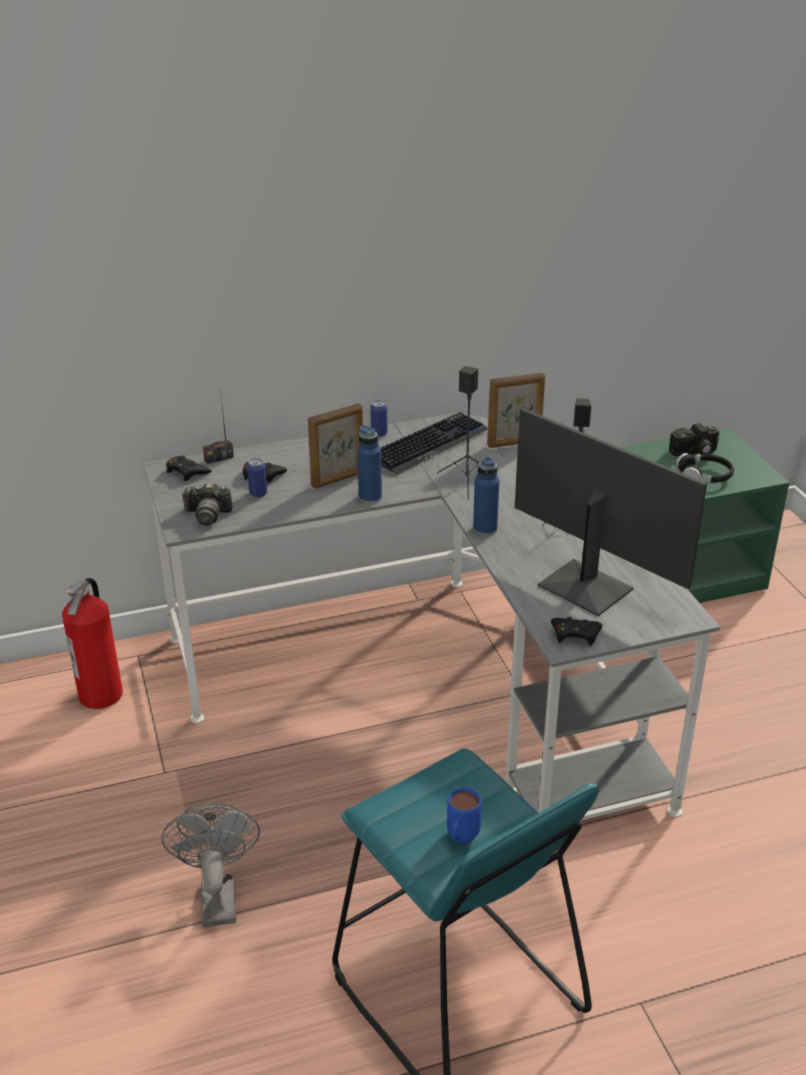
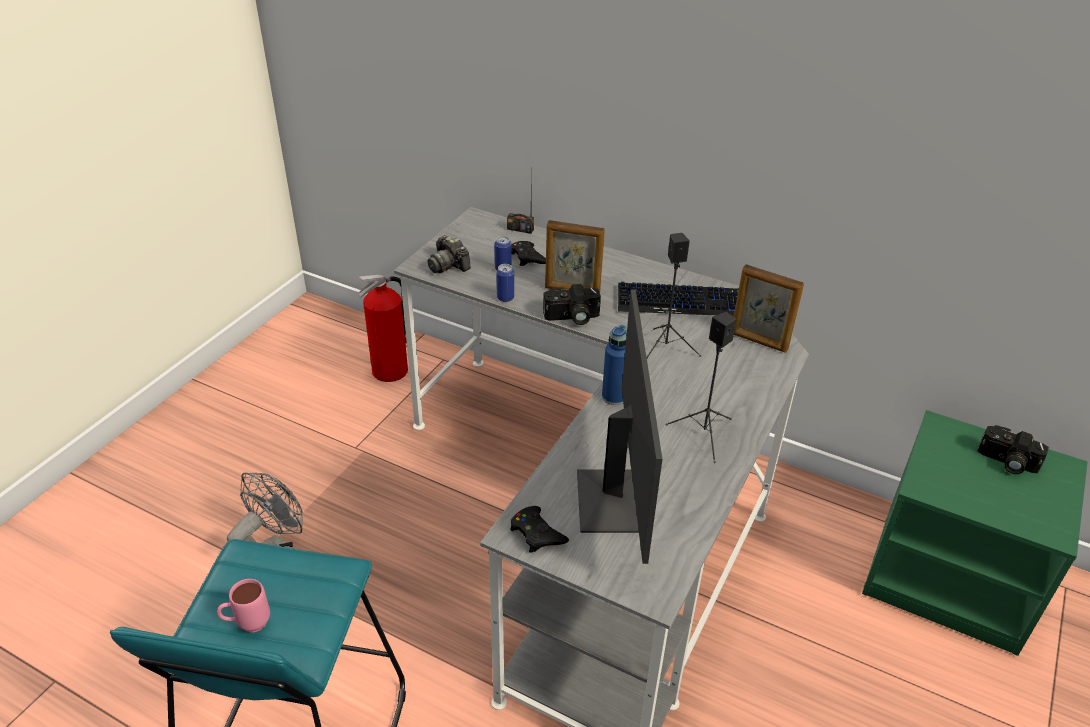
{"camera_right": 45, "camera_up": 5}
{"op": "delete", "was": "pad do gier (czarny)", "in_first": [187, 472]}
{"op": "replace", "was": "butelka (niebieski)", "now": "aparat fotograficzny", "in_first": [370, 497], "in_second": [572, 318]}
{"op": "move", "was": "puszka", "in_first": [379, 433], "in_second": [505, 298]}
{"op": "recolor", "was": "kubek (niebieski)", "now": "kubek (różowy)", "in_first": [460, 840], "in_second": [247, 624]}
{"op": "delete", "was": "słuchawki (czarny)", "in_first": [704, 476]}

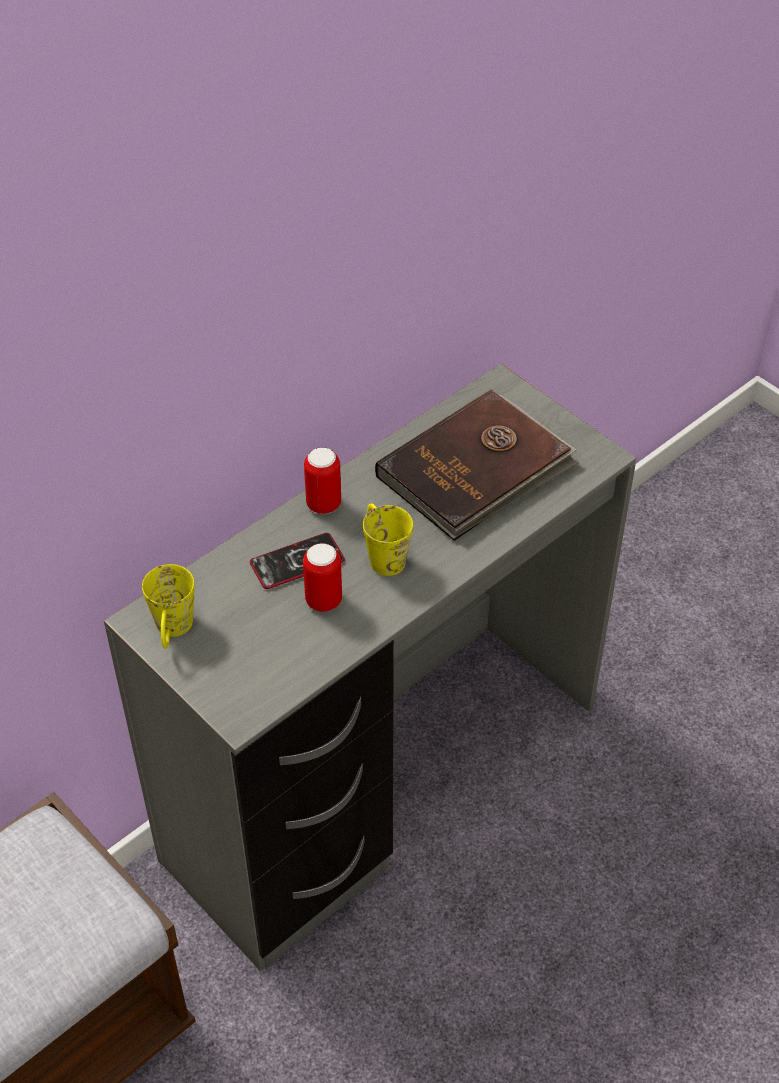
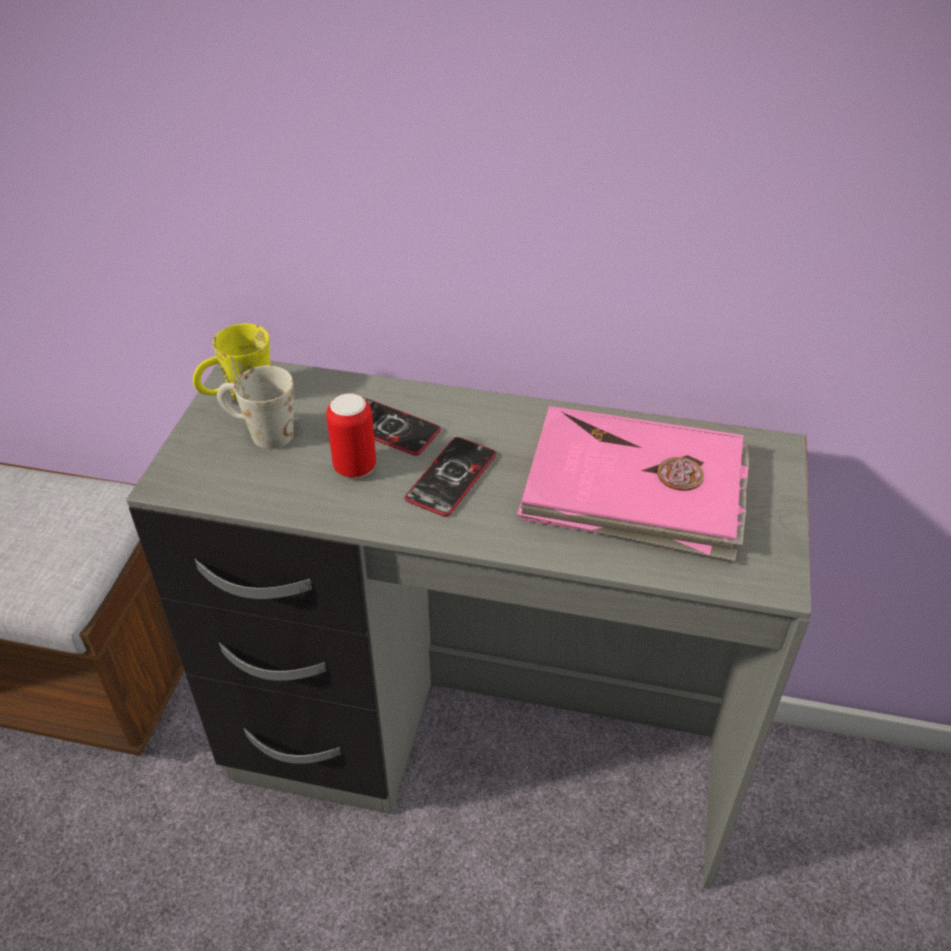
{"camera_right": 55, "camera_up": -5}
{"op": "delete", "was": "puszka", "in_first": [323, 504]}
{"op": "replace", "was": "kubek (żółty)", "now": "telefon", "in_first": [382, 554], "in_second": [451, 477]}
{"op": "recolor", "was": "książka (brązowy)", "now": "książka (różowy)", "in_first": [476, 470], "in_second": [635, 489]}
{"op": "insert", "now": "kubek (biały)", "in_second": [260, 433]}

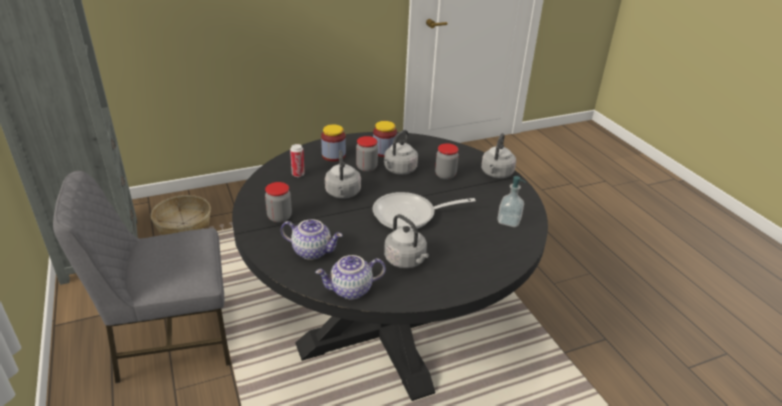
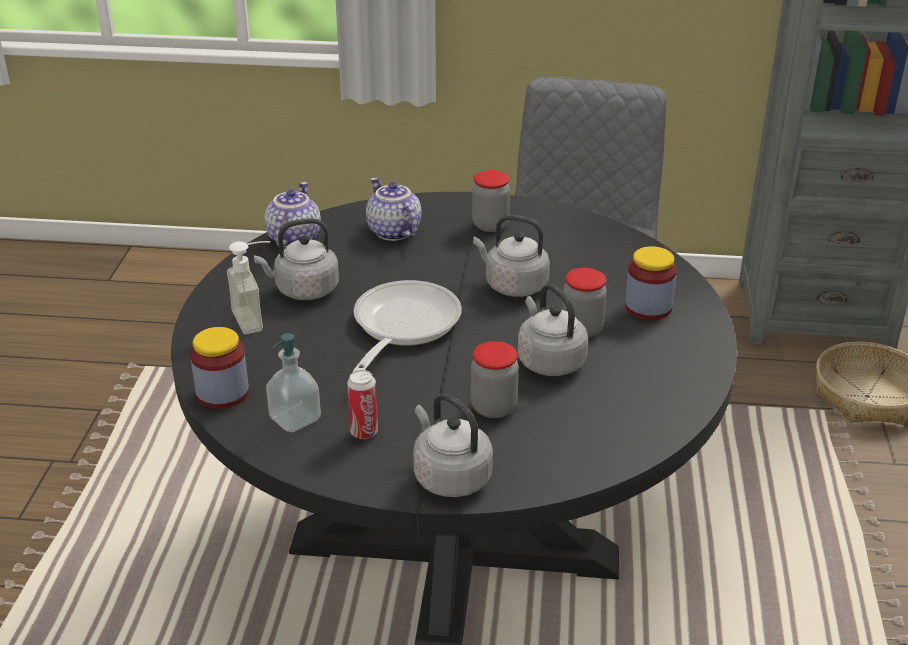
{"camera_right": 120, "camera_up": 0}
{"op": "rotate", "was": "imbryk", "in_first": [312, 251], "in_second": [392, 232], "clockwise": 105}
{"op": "move", "was": "puszka", "in_first": [298, 174], "in_second": [364, 432]}
{"op": "move", "was": "słoik", "in_first": [384, 151], "in_second": [222, 393]}
{"op": "insert", "now": "dozownik mydła", "in_second": [257, 318]}

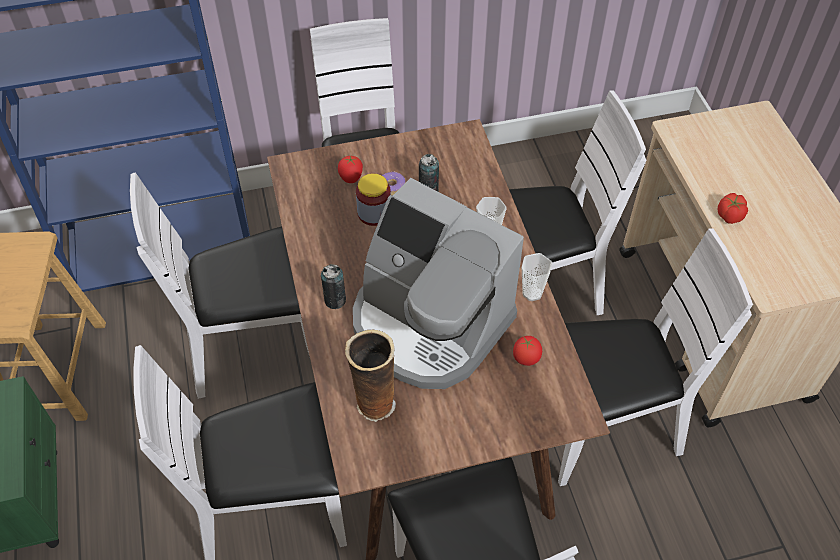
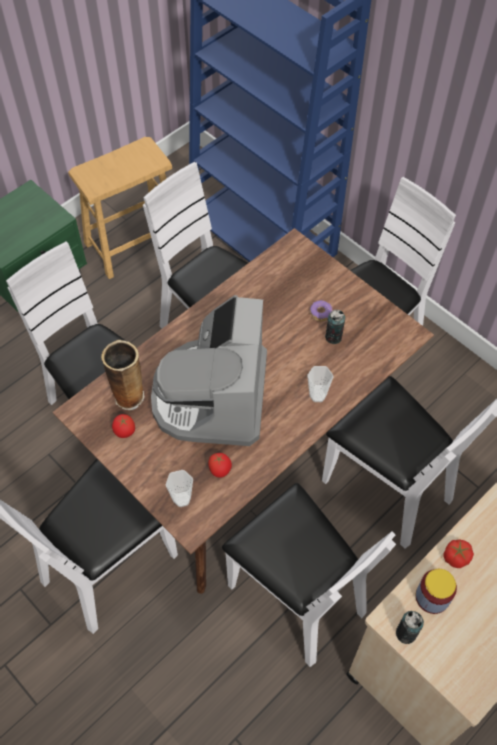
{"camera_right": 60, "camera_up": 5}
{"op": "move", "was": "puszka", "in_first": [335, 300], "in_second": [406, 633]}
{"op": "move", "was": "pomidor", "in_first": [351, 179], "in_second": [125, 432]}
{"op": "move", "was": "słoik", "in_first": [374, 213], "in_second": [432, 597]}
{"op": "move", "was": "filiżanka", "in_first": [532, 293], "in_second": [182, 499]}

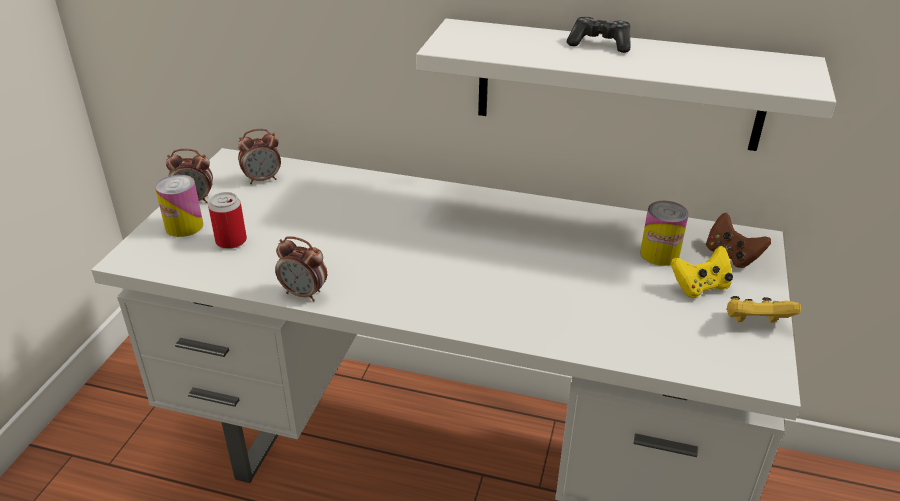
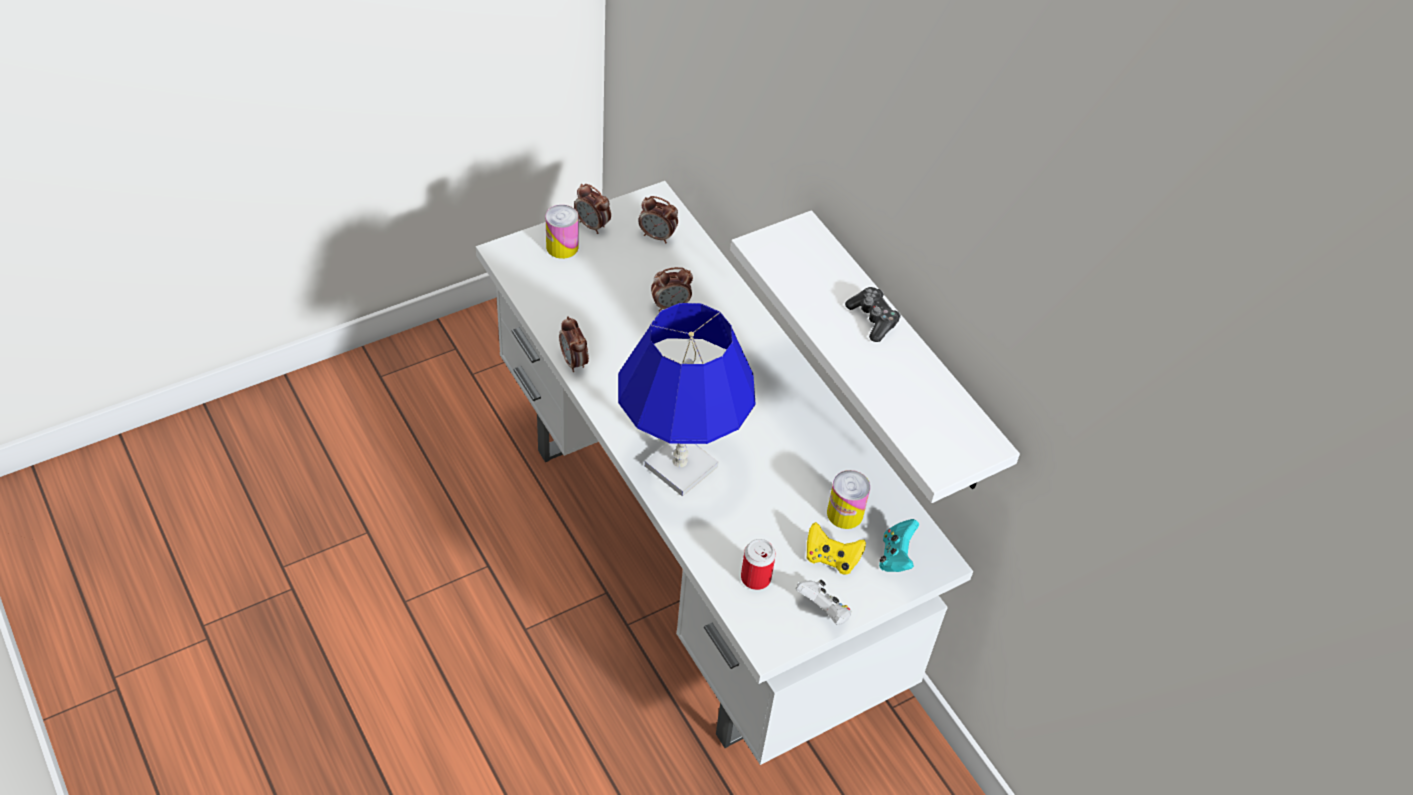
{"camera_right": 40, "camera_up": 15}
{"op": "move", "was": "puszka", "in_first": [231, 241], "in_second": [755, 578]}
{"op": "recolor", "was": "pad do gier (brązowy)", "now": "pad do gier (turkusowy)", "in_first": [731, 255], "in_second": [895, 556]}
{"op": "recolor", "was": "pad do gier (żółty)", "now": "pad do gier (biały)", "in_first": [755, 323], "in_second": [823, 611]}
{"op": "insert", "now": "lampa stołowa (niebieski)", "in_second": [680, 466]}
{"op": "insert", "now": "budzik", "in_second": [670, 306]}

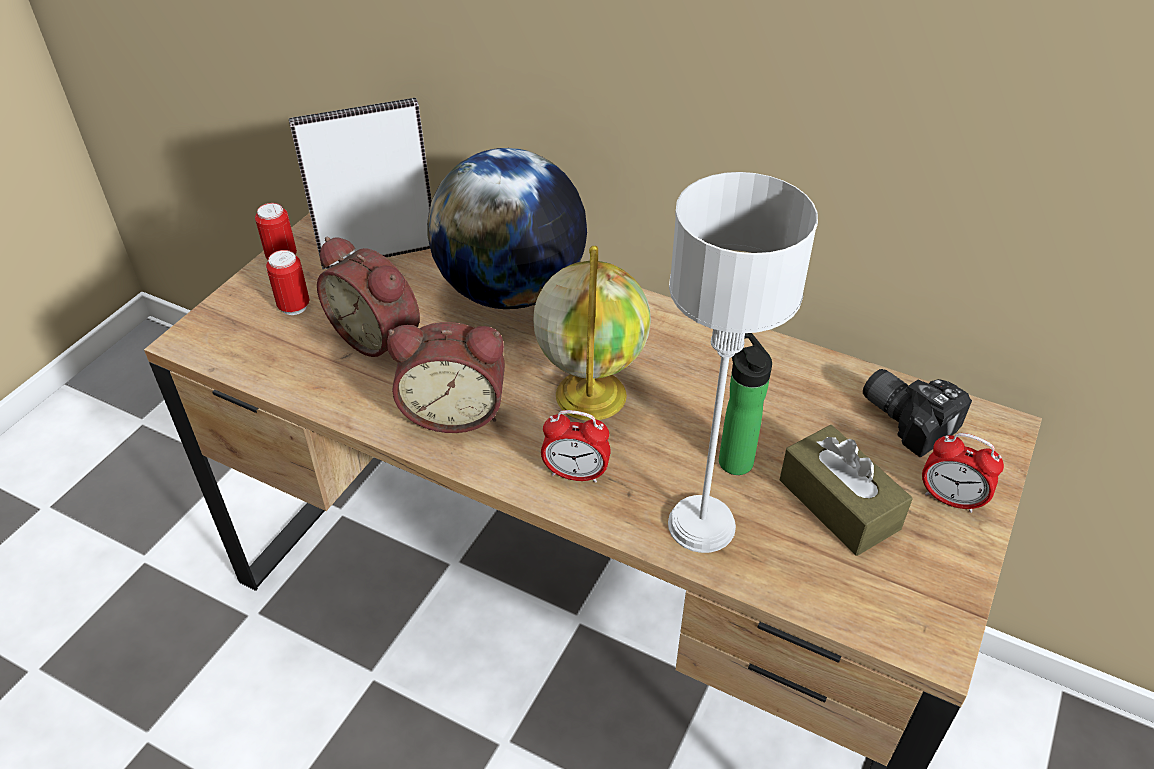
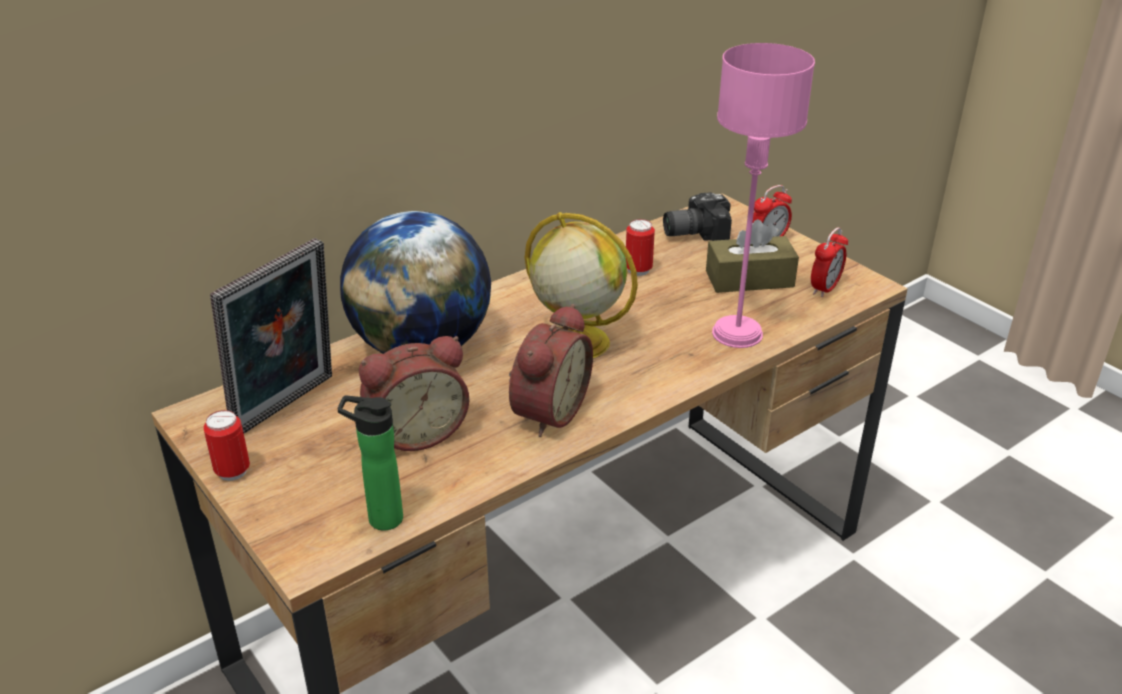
{"camera_right": -65, "camera_up": -10}
{"op": "move", "was": "puszka", "in_first": [294, 307], "in_second": [638, 270]}
{"op": "rotate", "was": "ramka na zdjęcie", "in_first": [378, 251], "in_second": [288, 407], "clockwise": -150}
{"op": "move", "was": "budzik", "in_first": [575, 474], "in_second": [825, 288]}
{"op": "recolor", "was": "lampa stołowa (szary)", "now": "lampa stołowa (różowy)", "in_first": [700, 524], "in_second": [736, 333]}
{"op": "move", "was": "butelka", "in_first": [733, 458], "in_second": [380, 518]}

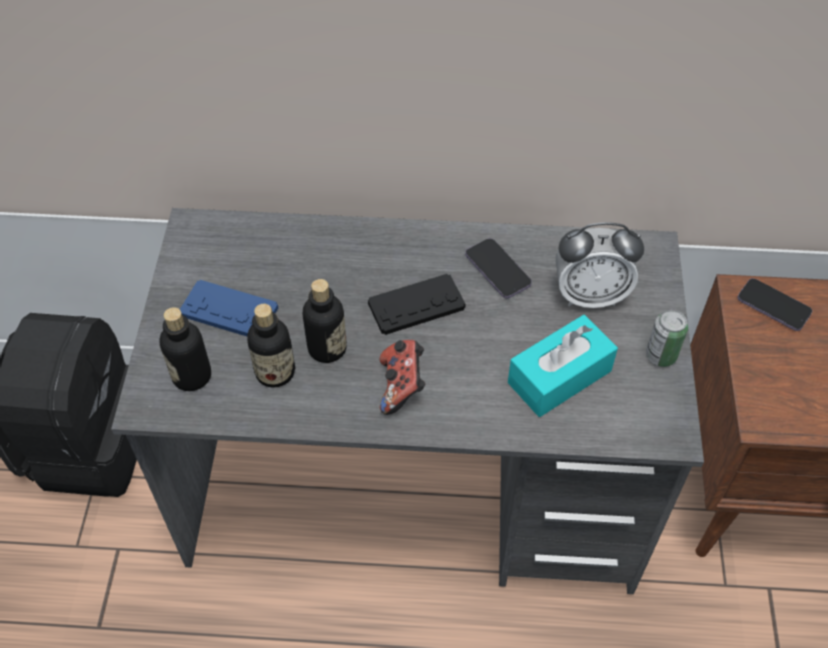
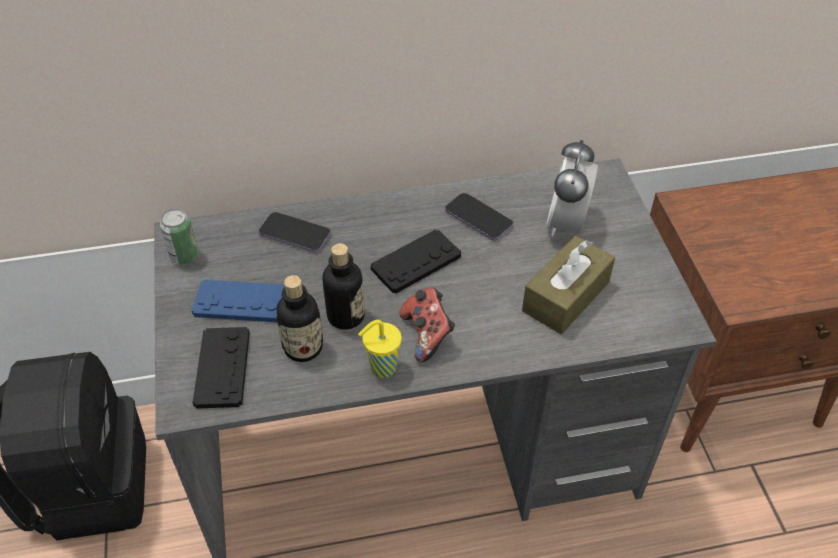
{"camera_right": -15, "camera_up": -5}
{"op": "replace", "was": "butelka", "now": "pad do gier (czarny)", "in_first": [192, 376], "in_second": [222, 368]}
{"op": "recolor", "was": "pudełko chusteczek (turkusowy)", "now": "pudełko chusteczek (brązowy)", "in_first": [559, 376], "in_second": [566, 296]}
{"op": "rotate", "was": "budzik", "in_first": [590, 295], "in_second": [566, 223], "clockwise": 120}
{"op": "move", "was": "puszka", "in_first": [661, 355], "in_second": [184, 256]}
{"op": "move", "was": "telefon", "in_first": [773, 306], "in_second": [295, 234]}
{"op": "insert", "now": "filiżanka (żółty)", "in_second": [381, 368]}

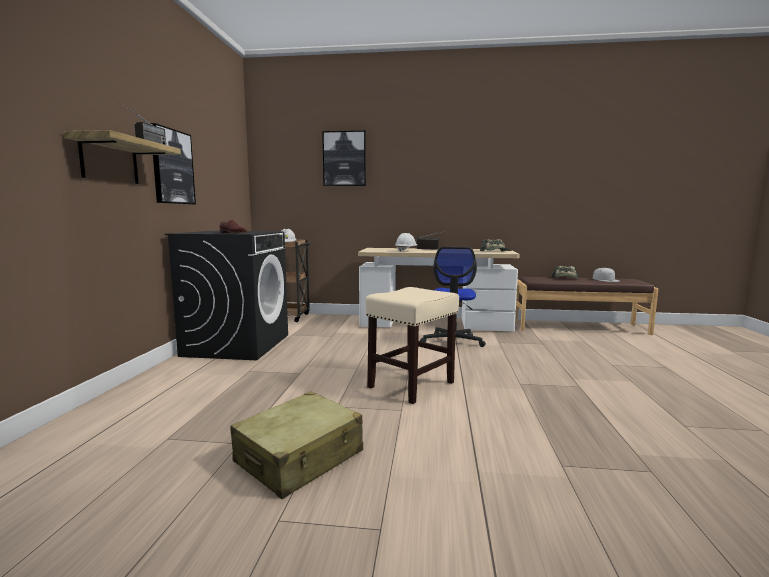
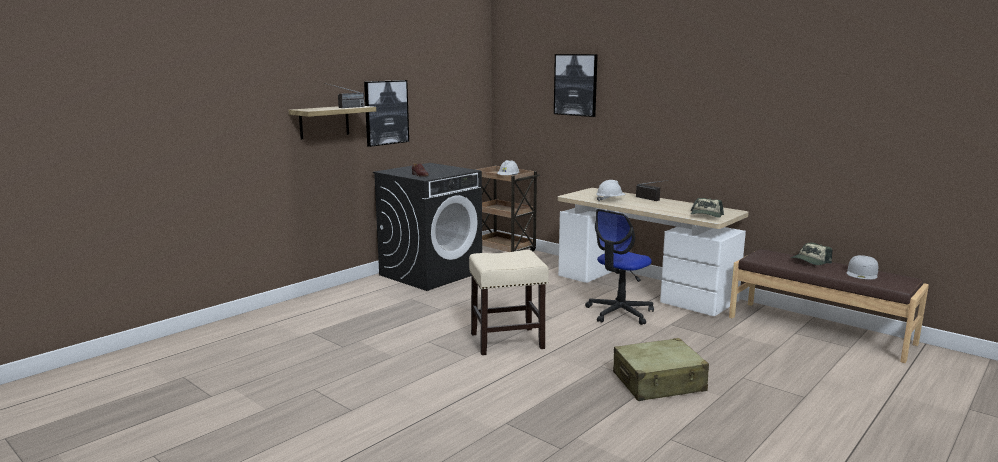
{"camera_right": 35, "camera_up": 5}
{"op": "move", "was": "walizka (beżowy)", "in_first": [300, 457], "in_second": [659, 382]}

